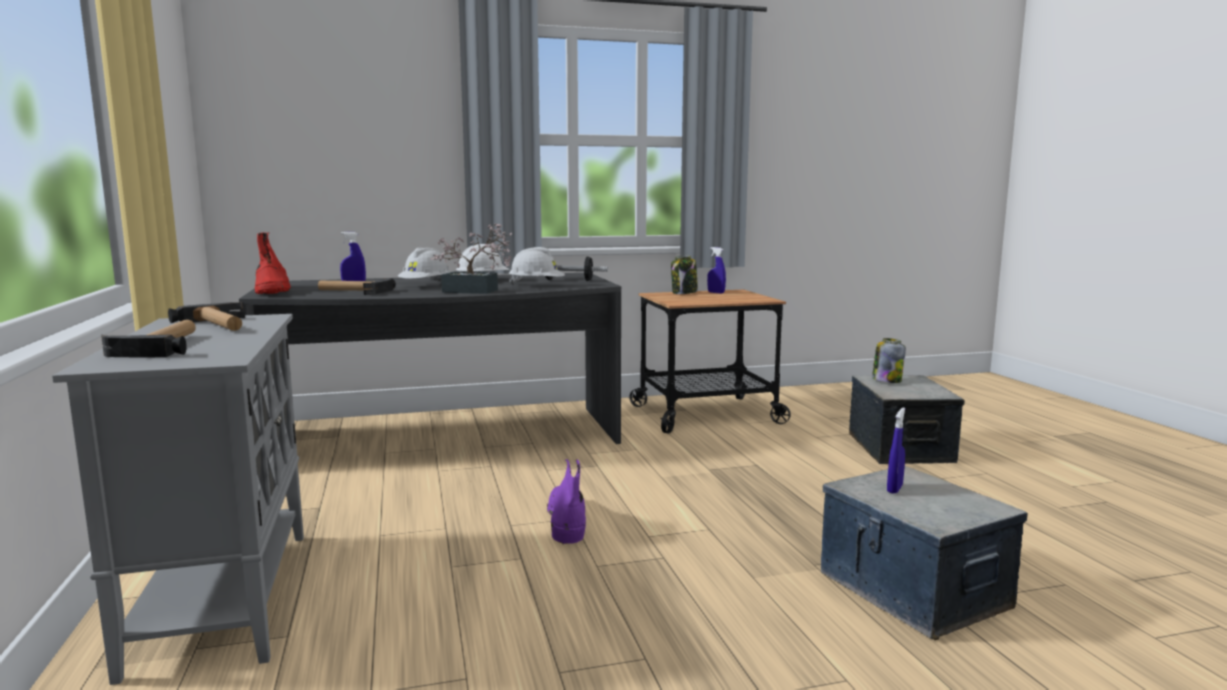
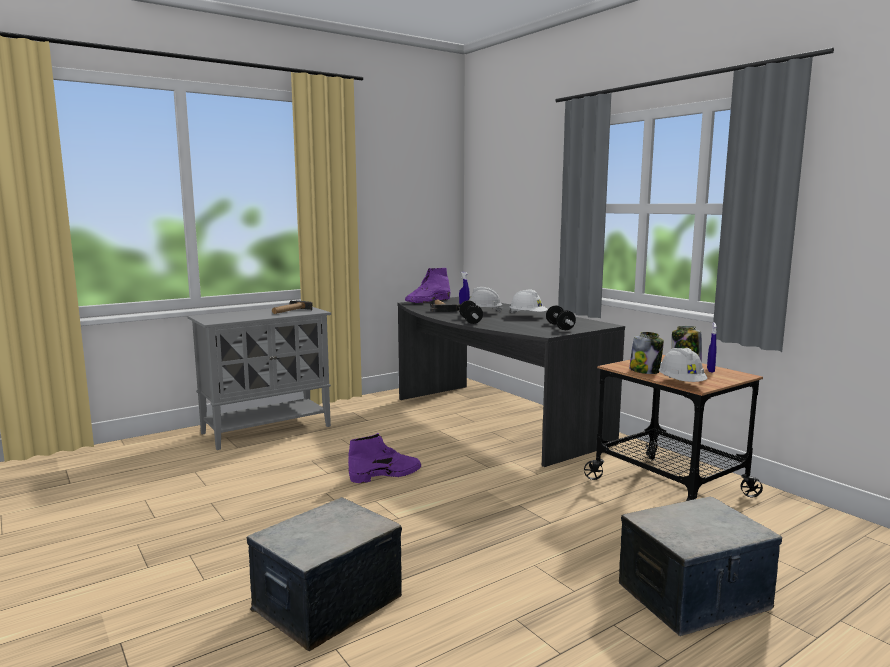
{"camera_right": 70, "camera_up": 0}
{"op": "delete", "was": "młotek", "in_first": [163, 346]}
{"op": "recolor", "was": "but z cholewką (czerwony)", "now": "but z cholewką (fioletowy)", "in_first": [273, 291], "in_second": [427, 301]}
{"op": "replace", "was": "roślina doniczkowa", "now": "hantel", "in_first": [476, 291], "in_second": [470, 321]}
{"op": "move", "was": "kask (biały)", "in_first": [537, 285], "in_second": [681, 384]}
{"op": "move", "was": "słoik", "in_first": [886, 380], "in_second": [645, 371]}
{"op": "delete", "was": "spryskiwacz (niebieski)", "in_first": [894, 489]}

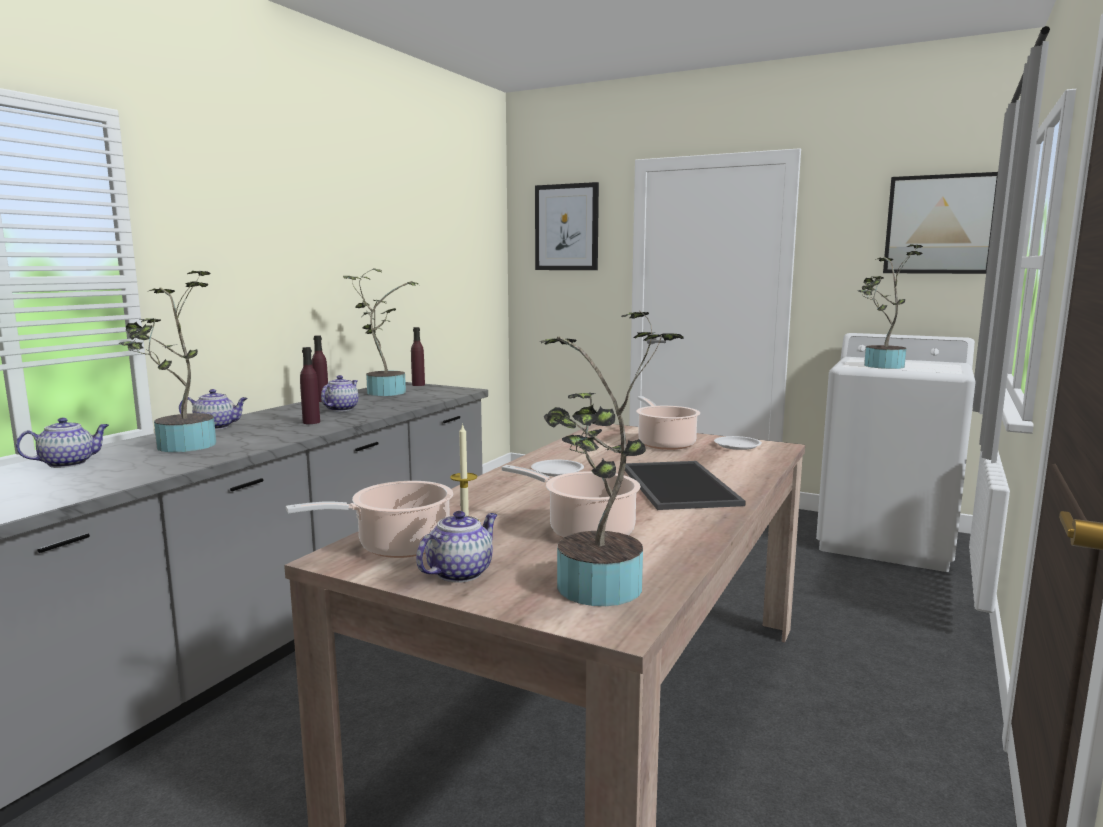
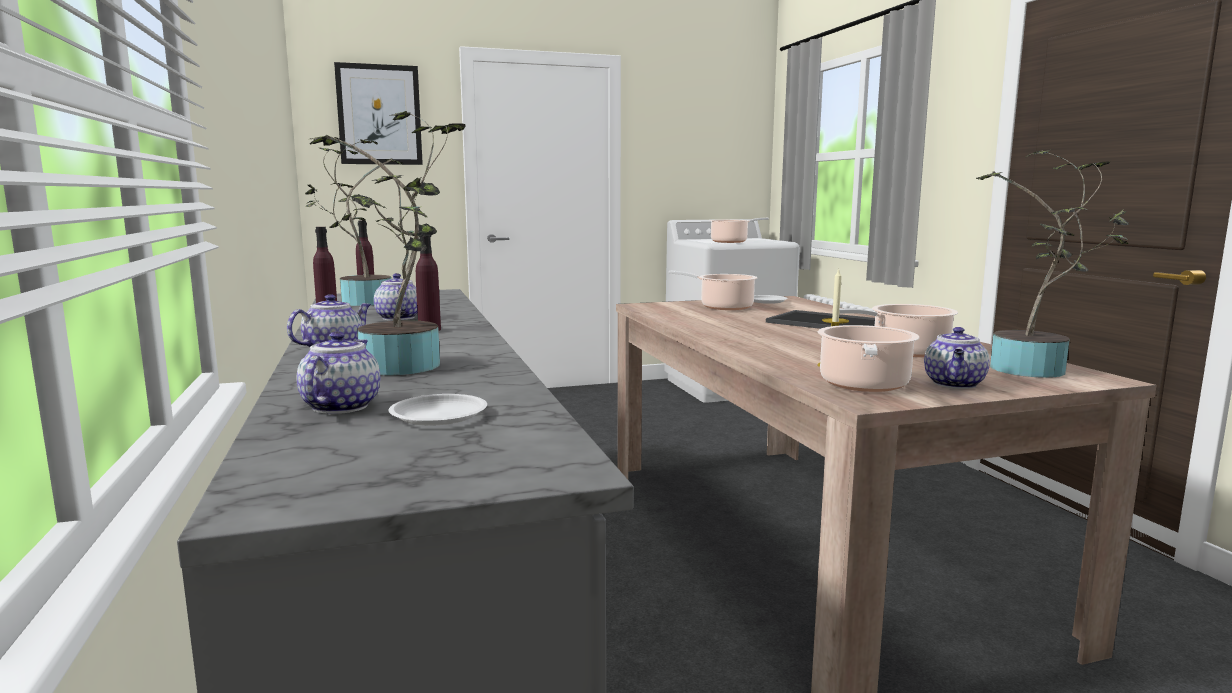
{"camera_right": -45, "camera_up": 0}
{"op": "rotate", "was": "imbryk", "in_first": [460, 572], "in_second": [955, 384], "clockwise": -150}
{"op": "move", "was": "talerz (biały)", "in_first": [557, 471], "in_second": [439, 415]}
{"op": "replace", "was": "roślina doniczkowa", "now": "garnek", "in_first": [881, 366], "in_second": [731, 242]}
{"op": "delete", "was": "obraz", "in_first": [939, 224]}

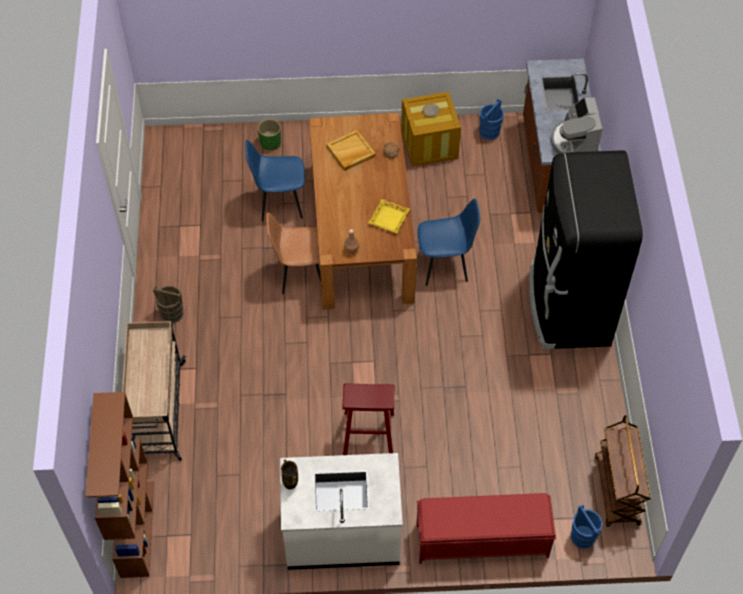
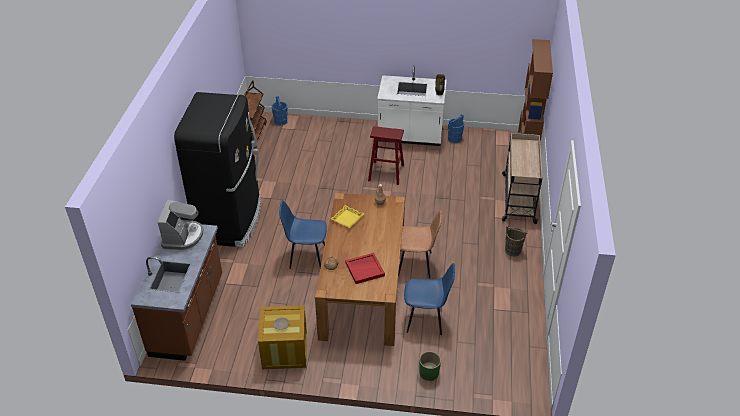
{"camera_right": -170, "camera_up": -15}
{"op": "recolor", "was": "taca (beżowy)", "now": "taca (czerwony)", "in_first": [350, 152], "in_second": [365, 269]}
{"op": "delete", "was": "ławka (czerwony)", "in_first": [481, 540]}
{"op": "move", "was": "wiadro (niebieski)", "in_first": [489, 132], "in_second": [454, 139]}

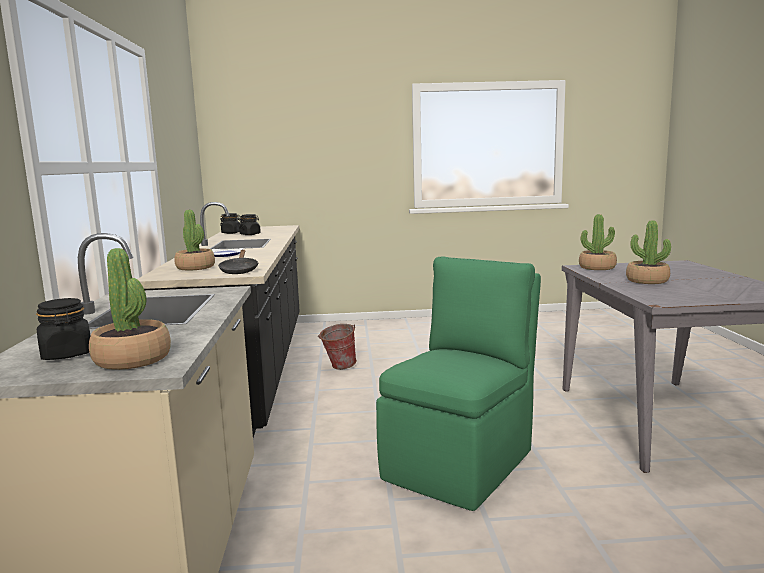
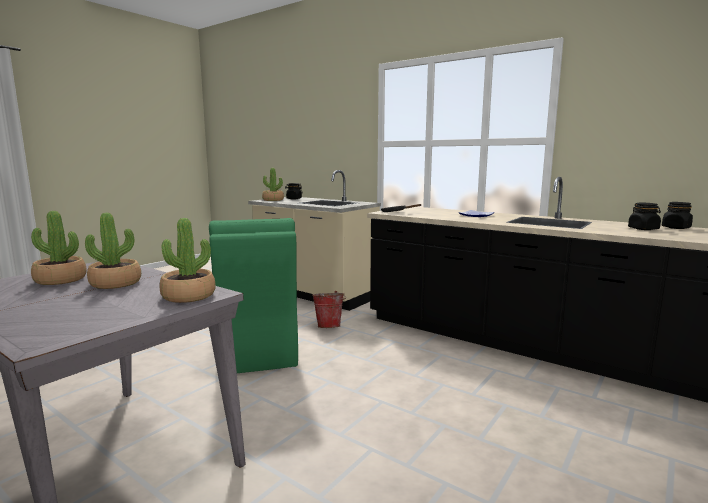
{"camera_right": 130, "camera_up": 0}
{"op": "move", "was": "roślina doniczkowa", "in_first": [195, 267], "in_second": [60, 280]}
{"op": "move", "was": "wiadro", "in_first": [338, 367], "in_second": [329, 326]}

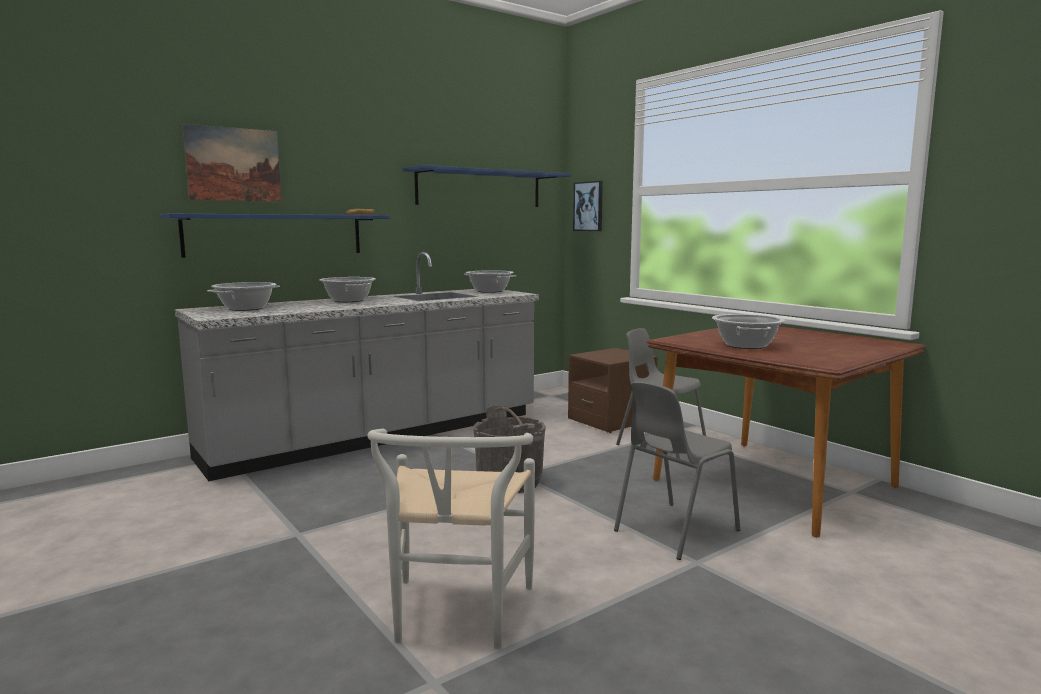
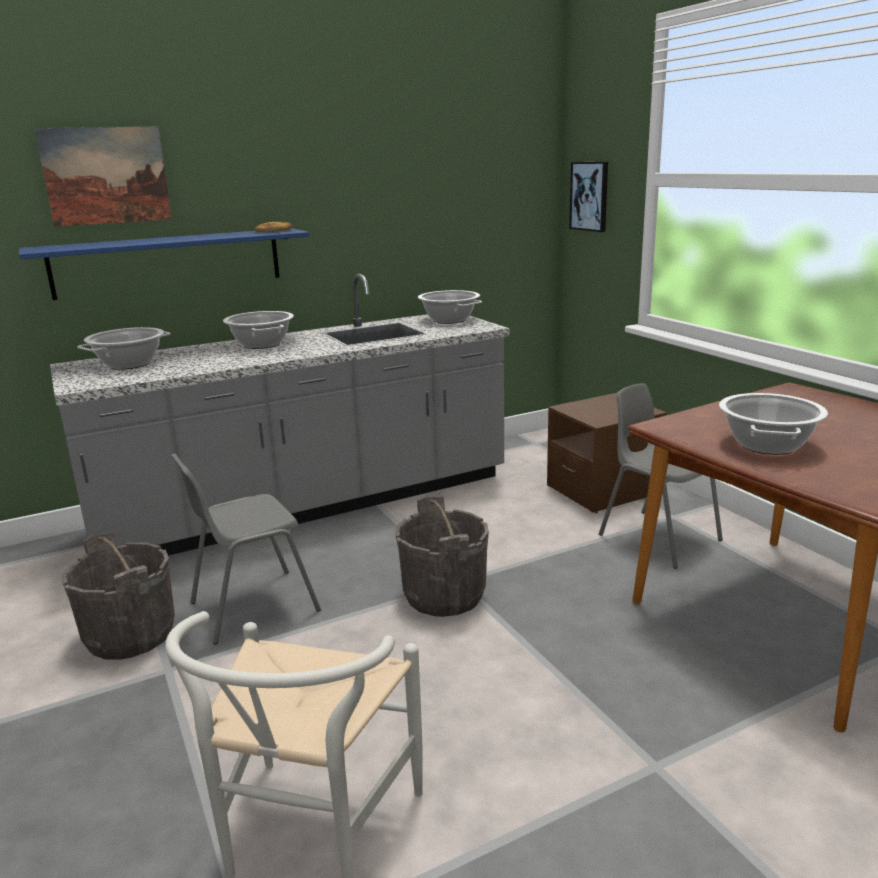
{"camera_right": 10, "camera_up": 10}
{"op": "delete", "was": "półka (niebieski)", "in_first": [480, 189]}
{"op": "move", "was": "krzesło (szary)", "in_first": [674, 530], "in_second": [252, 606]}
{"op": "insert", "now": "wiadro (szary)", "in_second": [130, 635]}

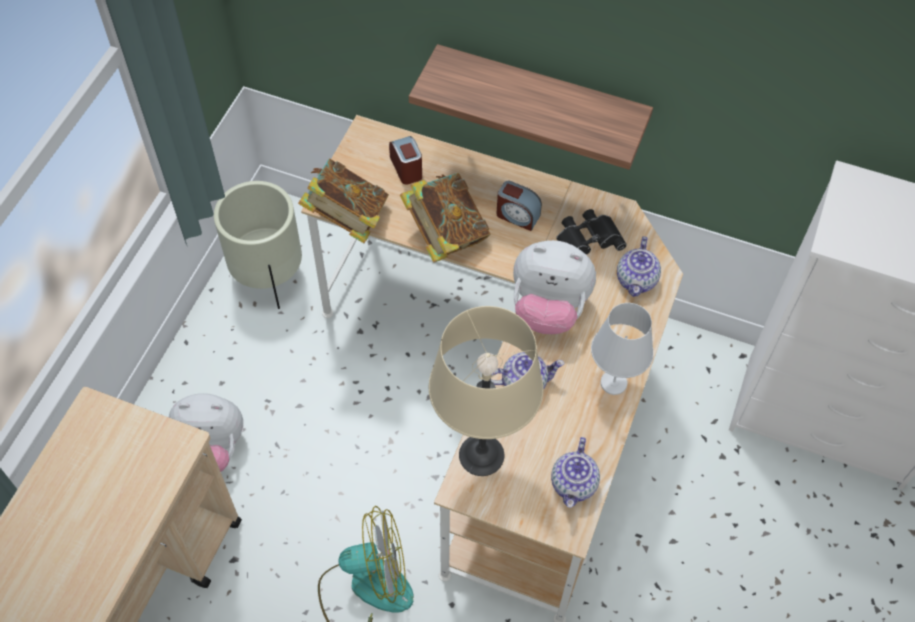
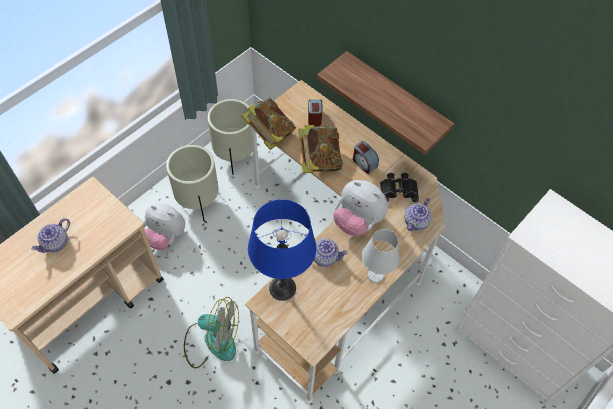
{"camera_right": 20, "camera_up": 0}
{"op": "recolor", "was": "lampa stołowa (beżowy)", "now": "lampa stołowa (niebieski)", "in_first": [481, 455], "in_second": [282, 288]}
{"op": "move", "was": "imbryk", "in_first": [574, 484], "in_second": [56, 243]}
{"op": "insert", "now": "donica (beżowy)", "in_second": [198, 202]}

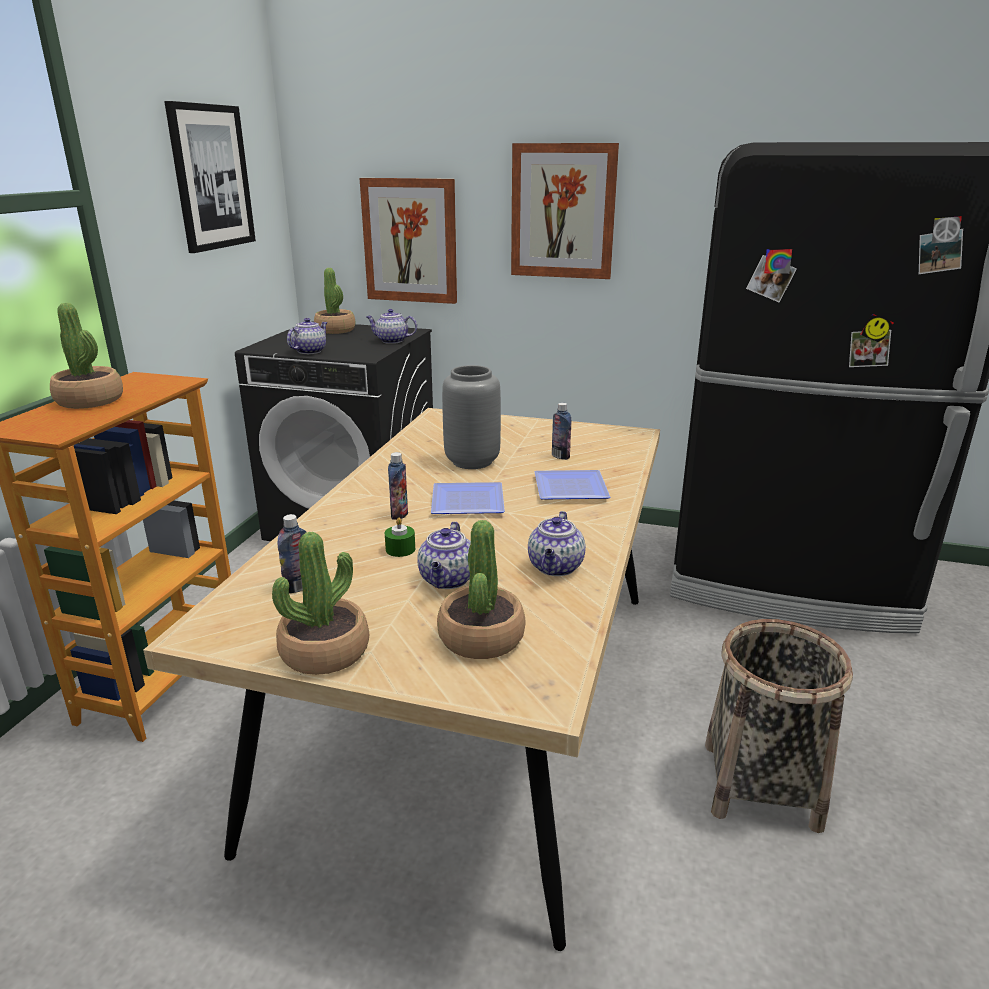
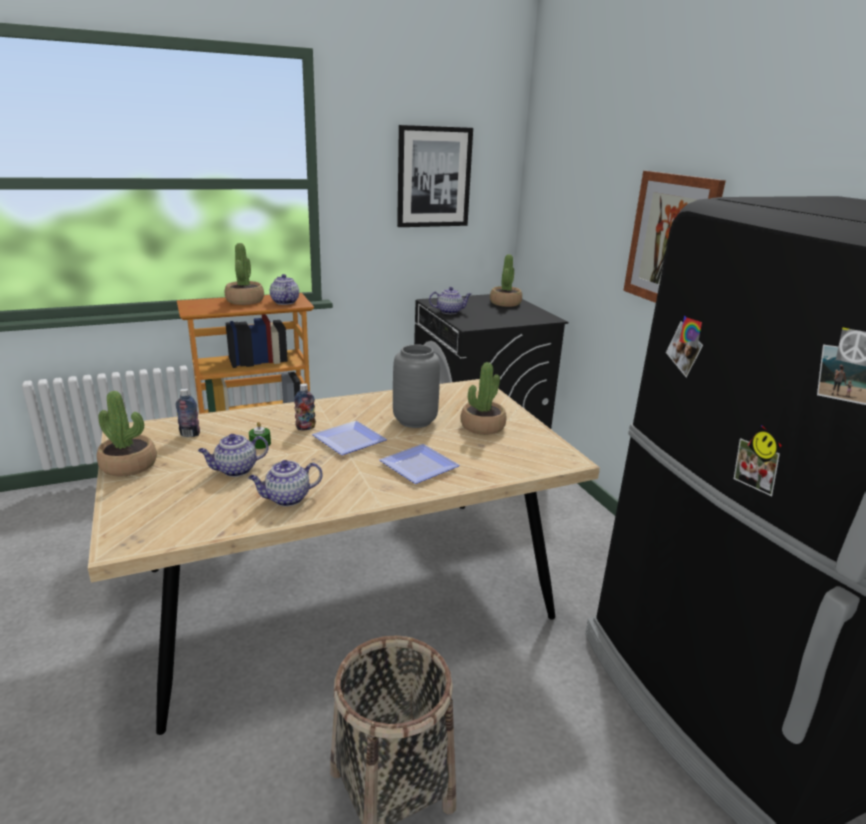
{"camera_right": 50, "camera_up": 0}
{"op": "delete", "was": "obraz", "in_first": [410, 241]}
{"op": "move", "was": "imbryk", "in_first": [391, 341], "in_second": [284, 302]}
{"op": "move", "was": "roślina doniczkowa", "in_first": [481, 637], "in_second": [482, 426]}
{"op": "delete", "was": "butelka", "in_first": [560, 456]}

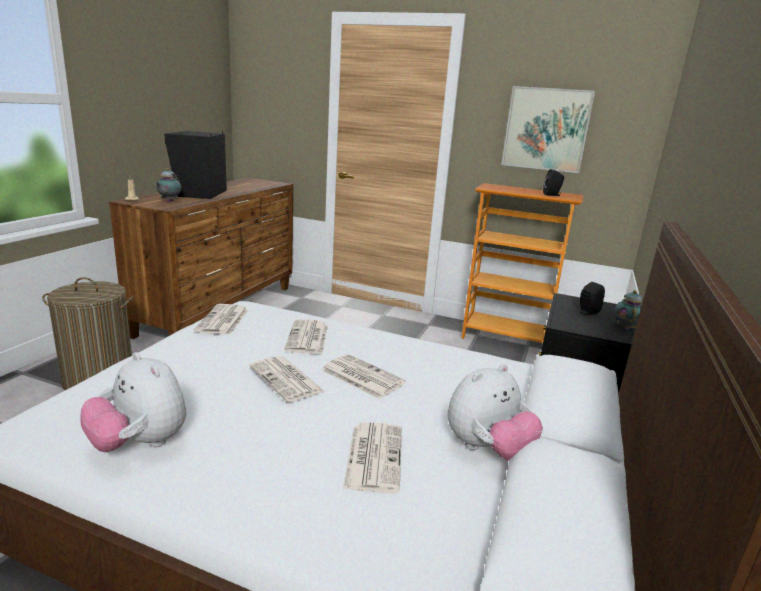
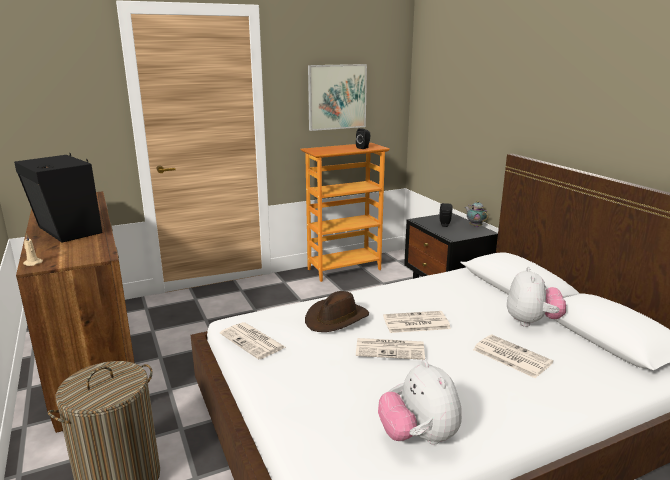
{"camera_right": -45, "camera_up": 0}
{"op": "rotate", "was": "pluszak", "in_first": [140, 444], "in_second": [418, 437], "clockwise": 75}
{"op": "delete", "was": "imbryk", "in_first": [169, 201]}
{"op": "replace", "was": "gazeta", "now": "kapelusz (brązowy)", "in_first": [308, 338], "in_second": [336, 319]}

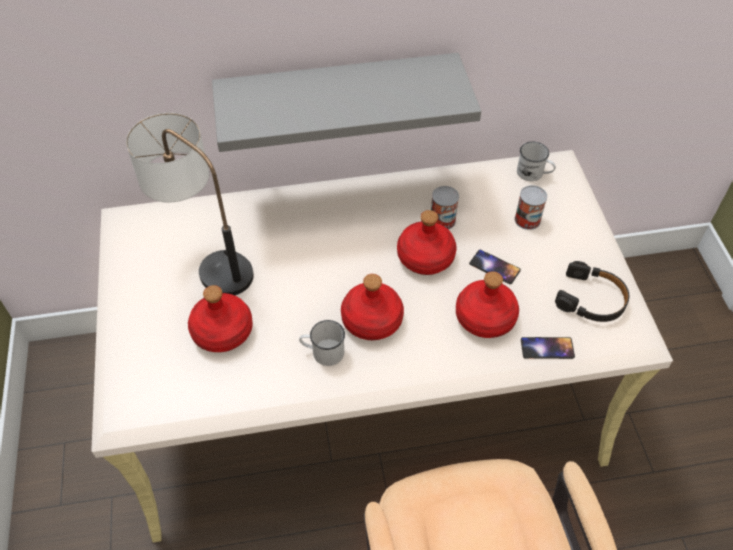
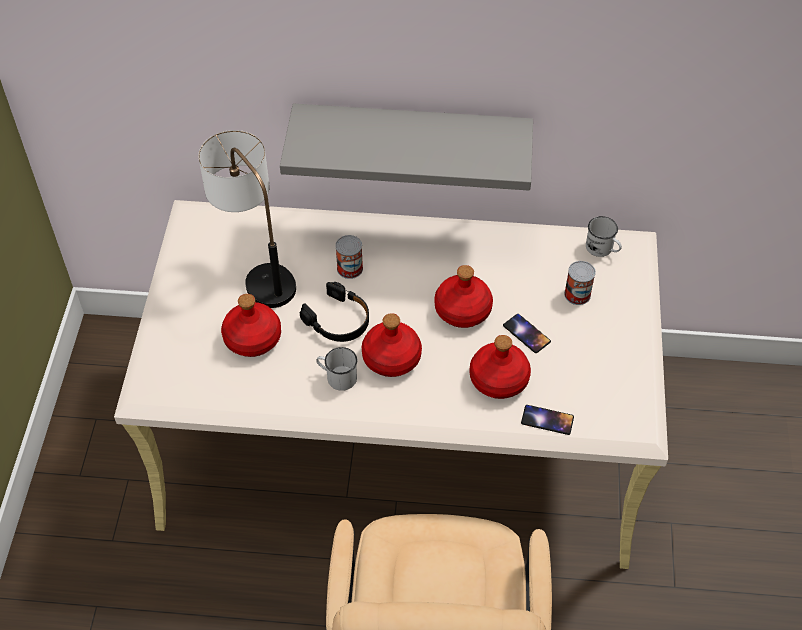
{"camera_right": 15, "camera_up": 0}
{"op": "move", "was": "puszka", "in_first": [442, 220], "in_second": [350, 268]}
{"op": "move", "was": "słuchawki (czarny)", "in_first": [591, 299], "in_second": [338, 320]}

